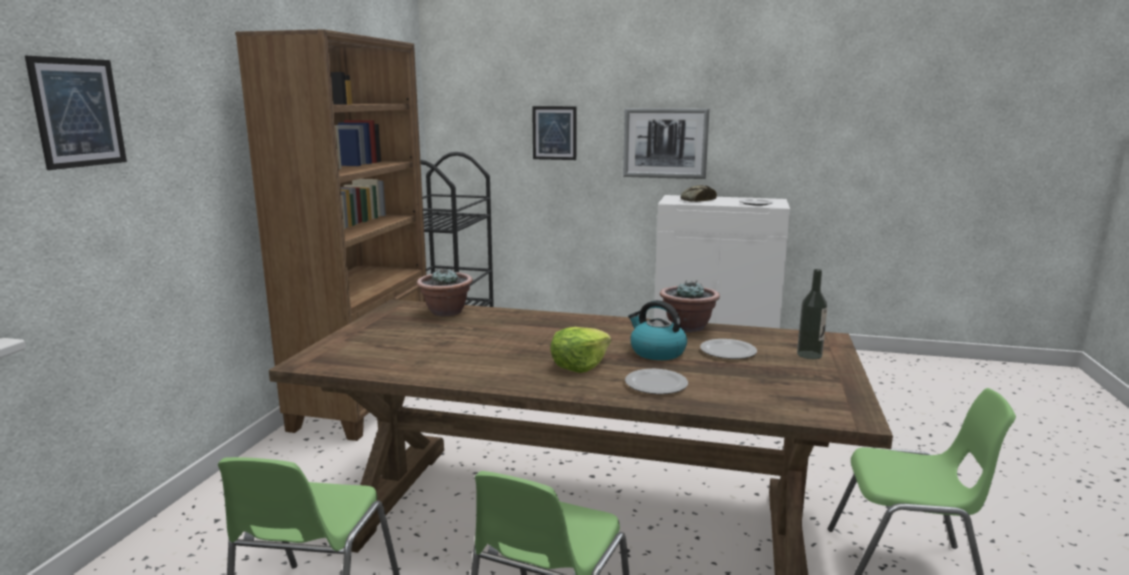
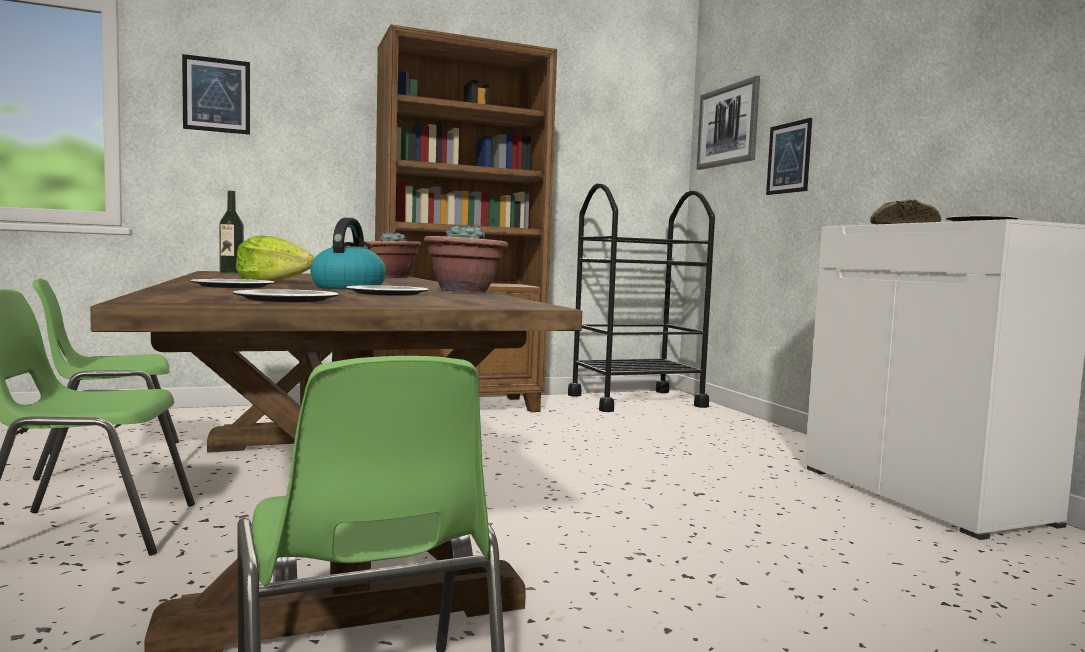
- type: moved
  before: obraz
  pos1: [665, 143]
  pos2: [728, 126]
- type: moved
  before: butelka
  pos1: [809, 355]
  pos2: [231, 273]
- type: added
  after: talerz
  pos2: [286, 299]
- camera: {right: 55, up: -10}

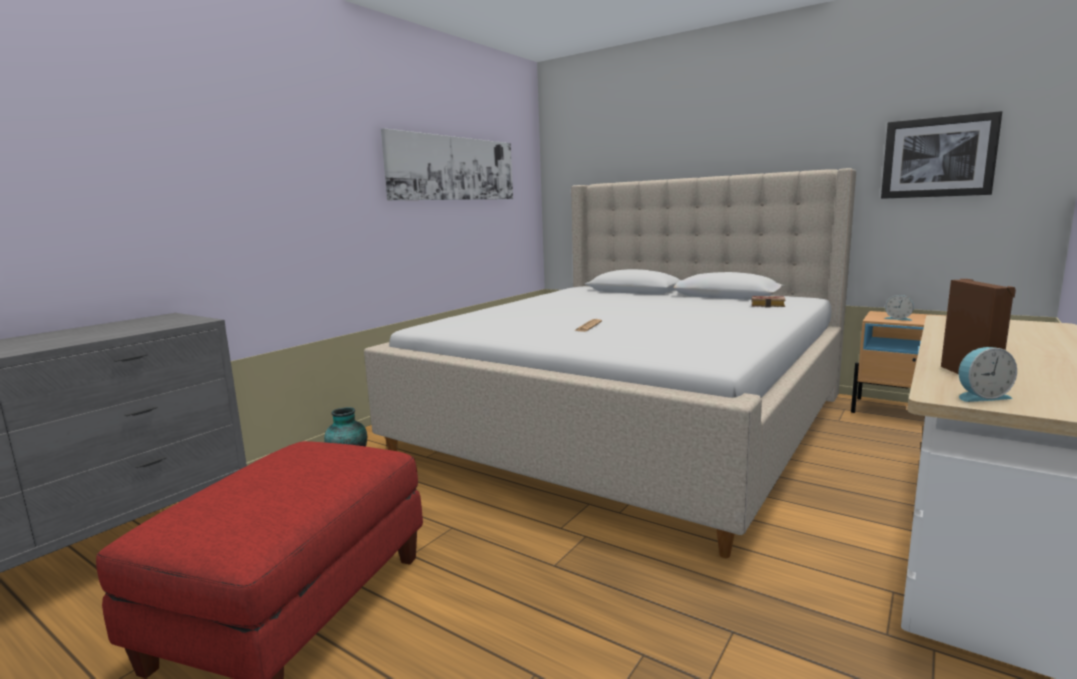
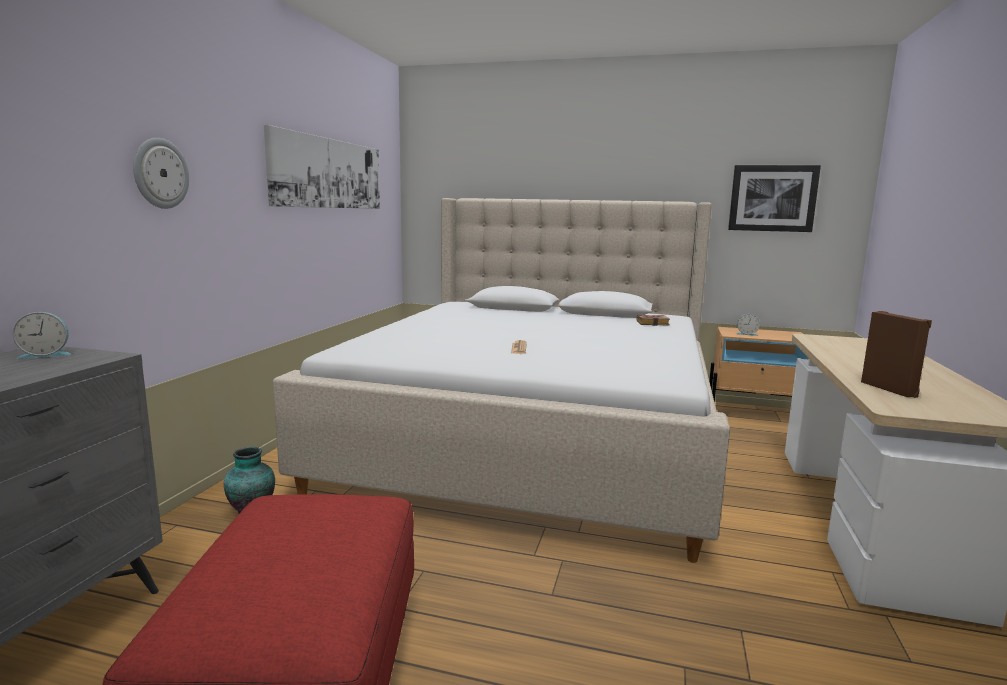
- type: moved
  before: budzik
  pos1: [980, 396]
  pos2: [46, 354]
- type: added
  after: zegar ścienny
  pos2: [160, 173]
- camera: {right: -20, up: 0}

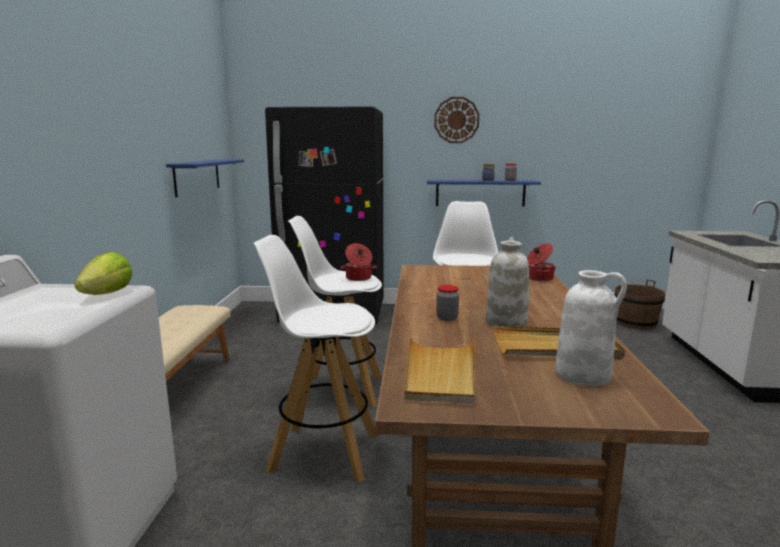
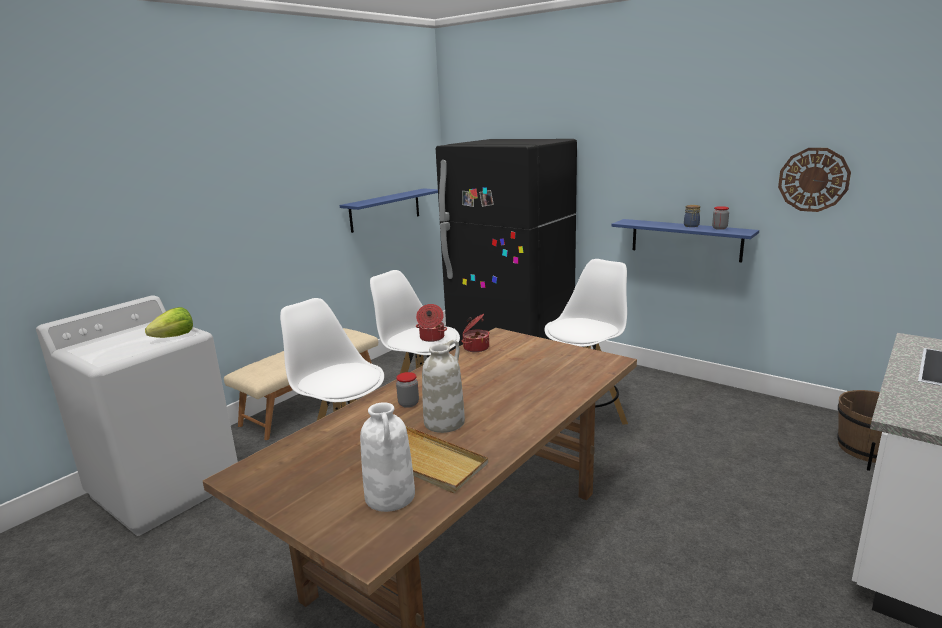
- type: moved
  before: zegar ścienny
  pos1: [456, 120]
  pos2: [813, 179]
- type: moved
  before: garnek
  pos1: [539, 278]
  pos2: [475, 347]
- type: removed
  before: taca [beżowy]
  pos1: [440, 373]
- camera: {right: 35, up: 5}

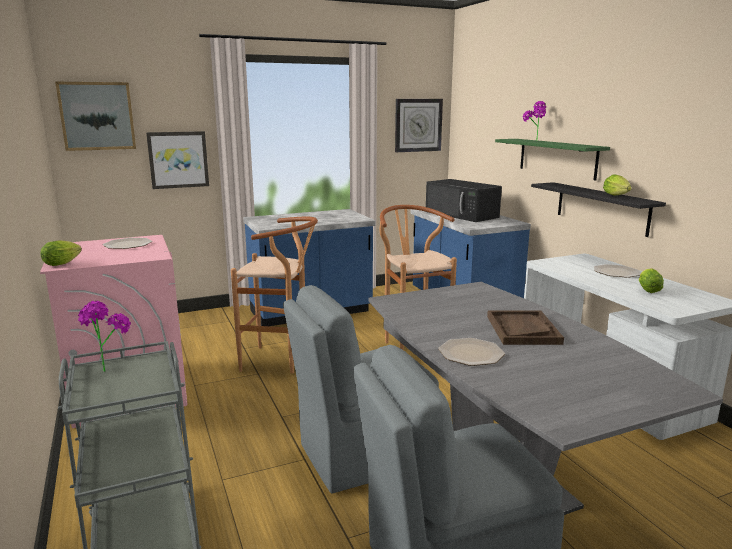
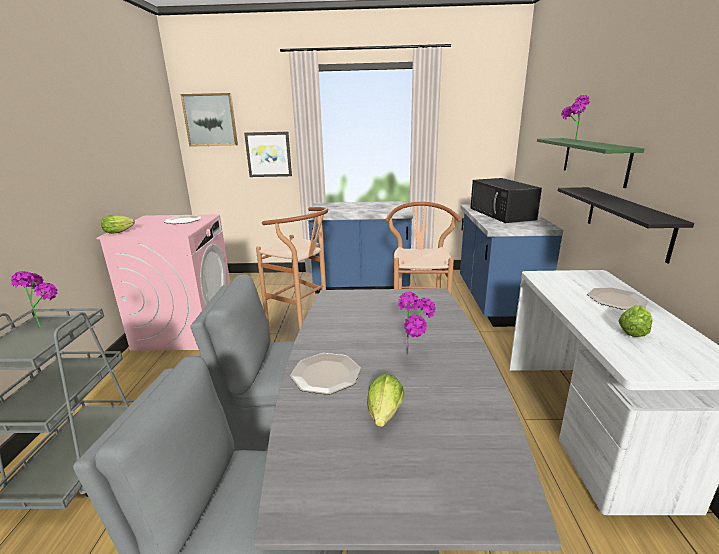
- type: removed
  before: zegar ścienny
  pos1: [418, 125]
- type: moved
  before: sałata
  pos1: [617, 196]
  pos2: [384, 416]
- type: replaced
  before: taca [brązowy]
  after: roślina doniczkowa
  pos1: [522, 329]
  pos2: [415, 356]
- camera: {right: 25, up: 5}

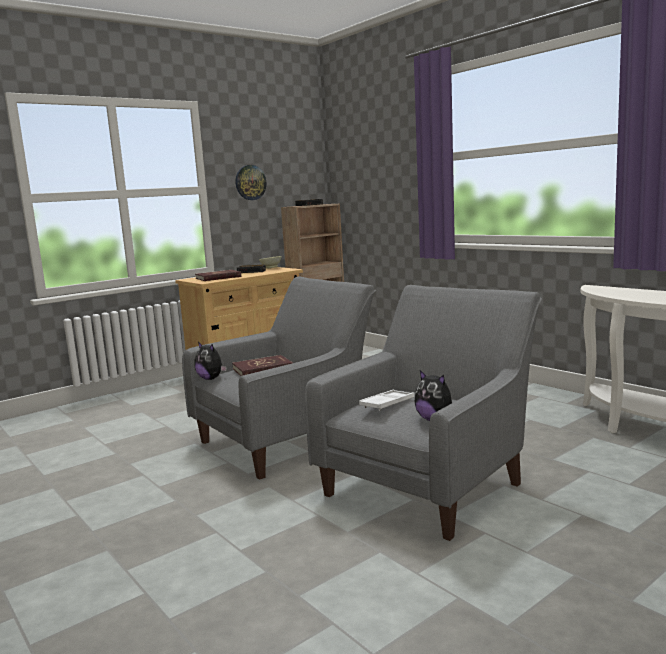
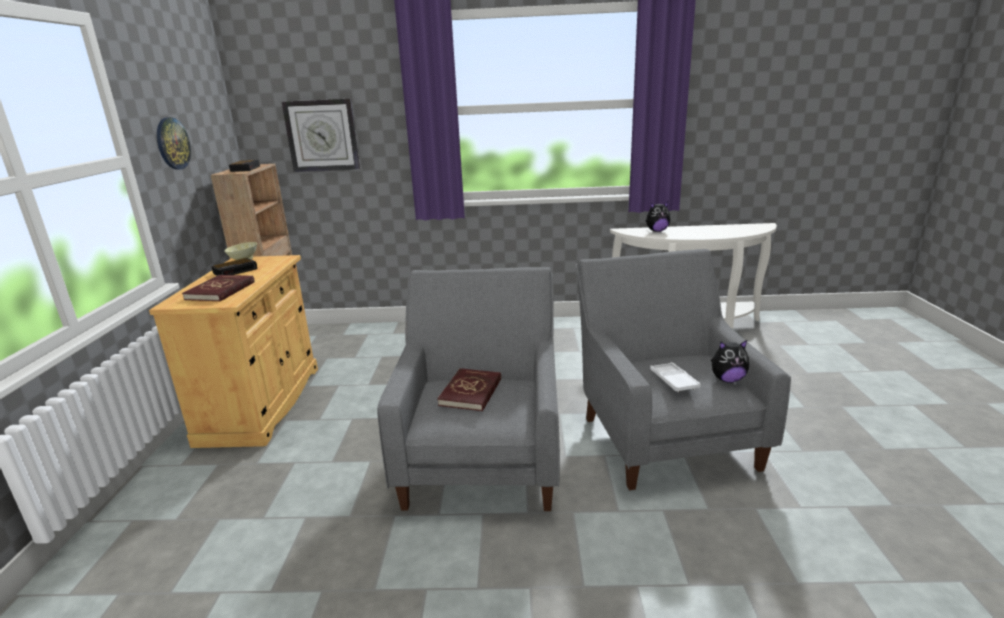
- type: moved
  before: pluszak
  pos1: [211, 378]
  pos2: [656, 231]
- type: added
  after: zegar ścienny
  pos2: [322, 135]
- camera: {right: -50, up: 10}

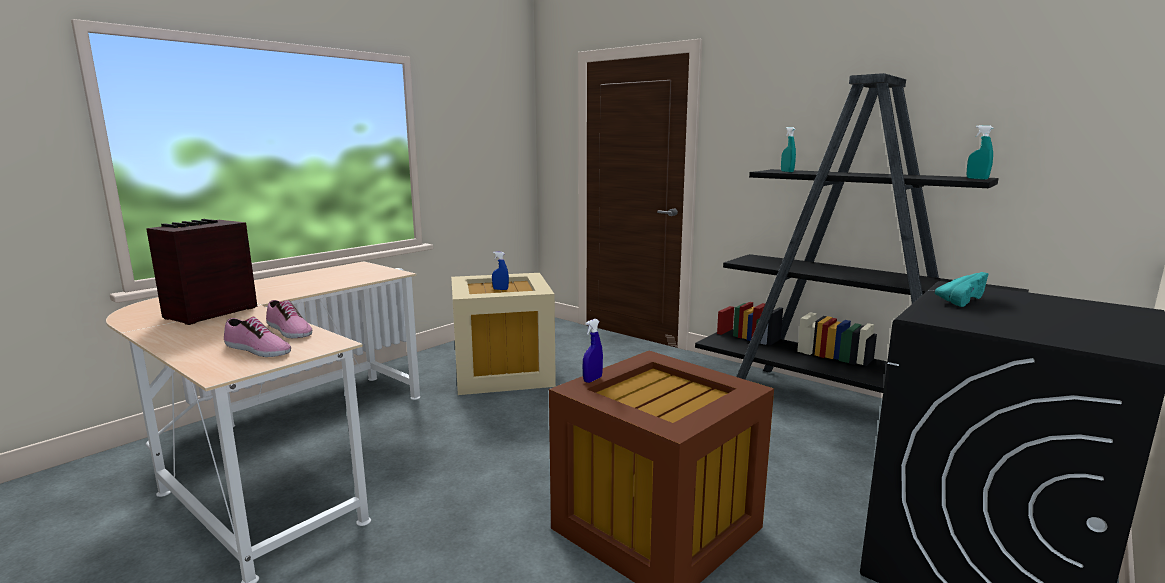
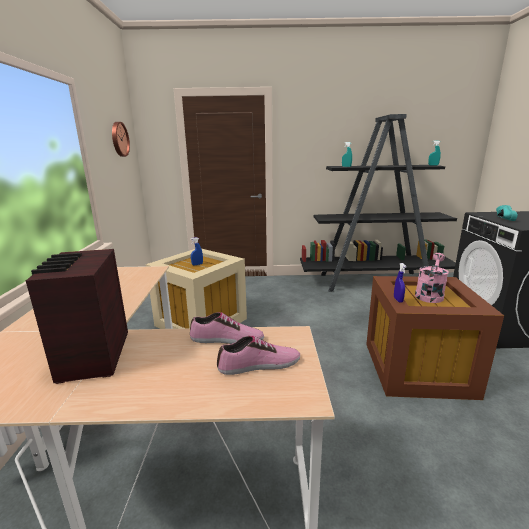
- type: added
  after: zegar ścienny
  pos2: [119, 139]
- type: added
  after: konewka [różowy]
  pos2: [429, 294]
- camera: {right: -40, up: 5}

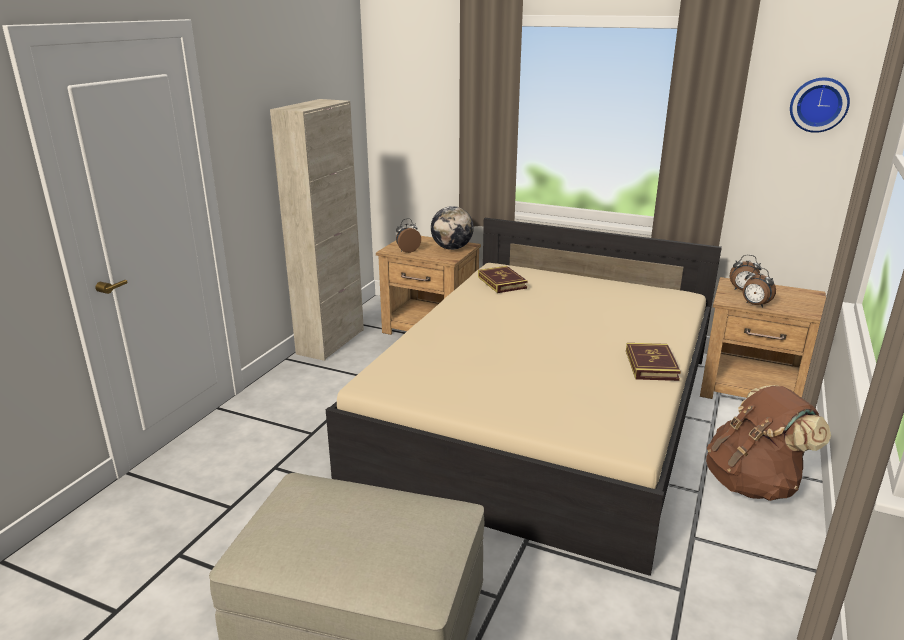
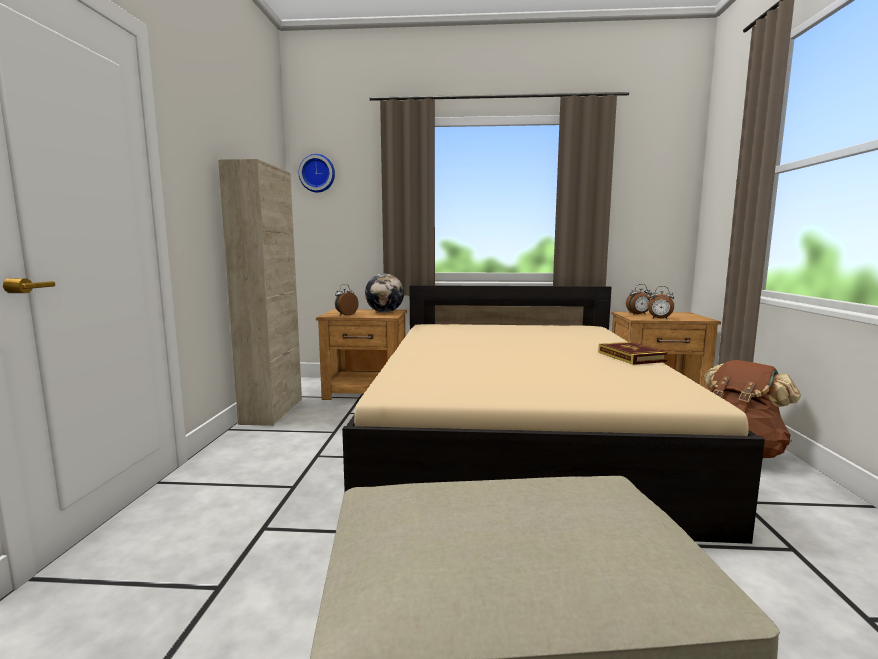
- type: moved
  before: zegar ścienny
  pos1: [819, 104]
  pos2: [317, 173]
- type: removed
  before: książka
  pos1: [502, 282]
- camera: {right: -20, up: -15}

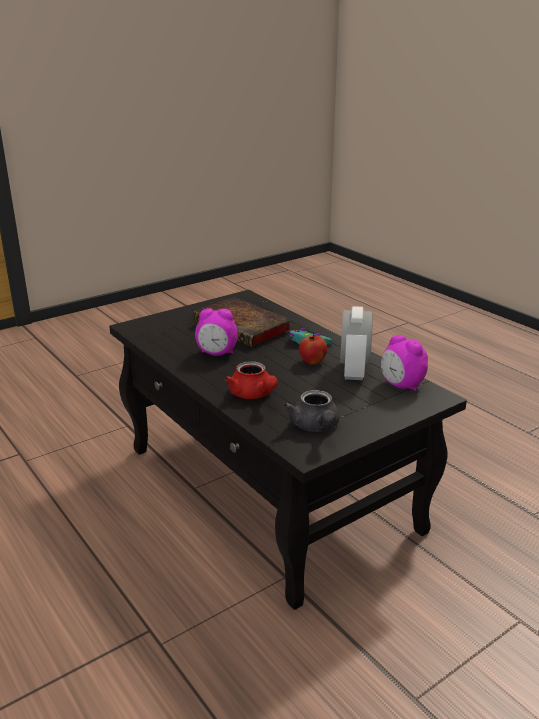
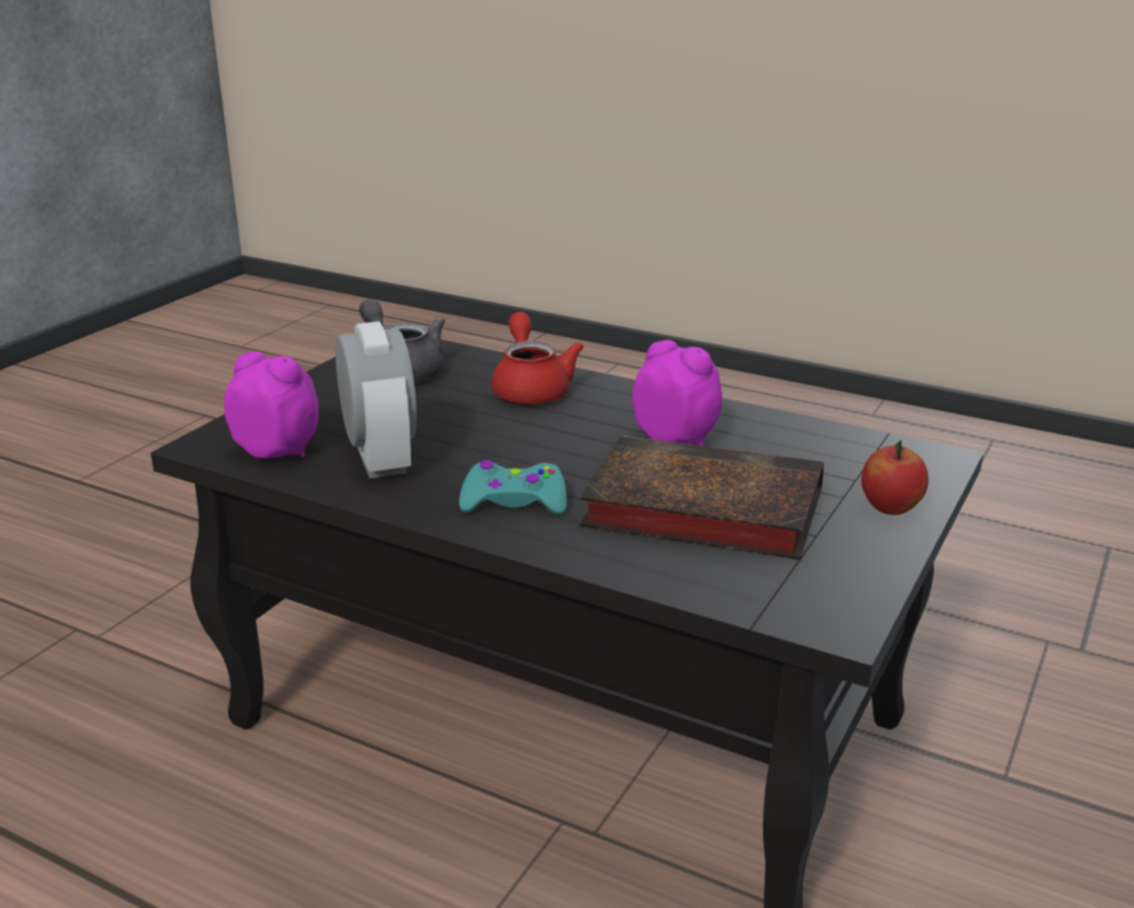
- type: turned
  before: budzik
  pos1: [217, 353]
  pos2: [676, 439]
  turn: 60
- type: moved
  before: jabłko
  pos1: [312, 361]
  pos2: [890, 508]
- type: turned
  before: imbryk [czerwony]
  pos1: [253, 395]
  pos2: [531, 388]
  turn: 45
- camera: {right: 155, up: 0}

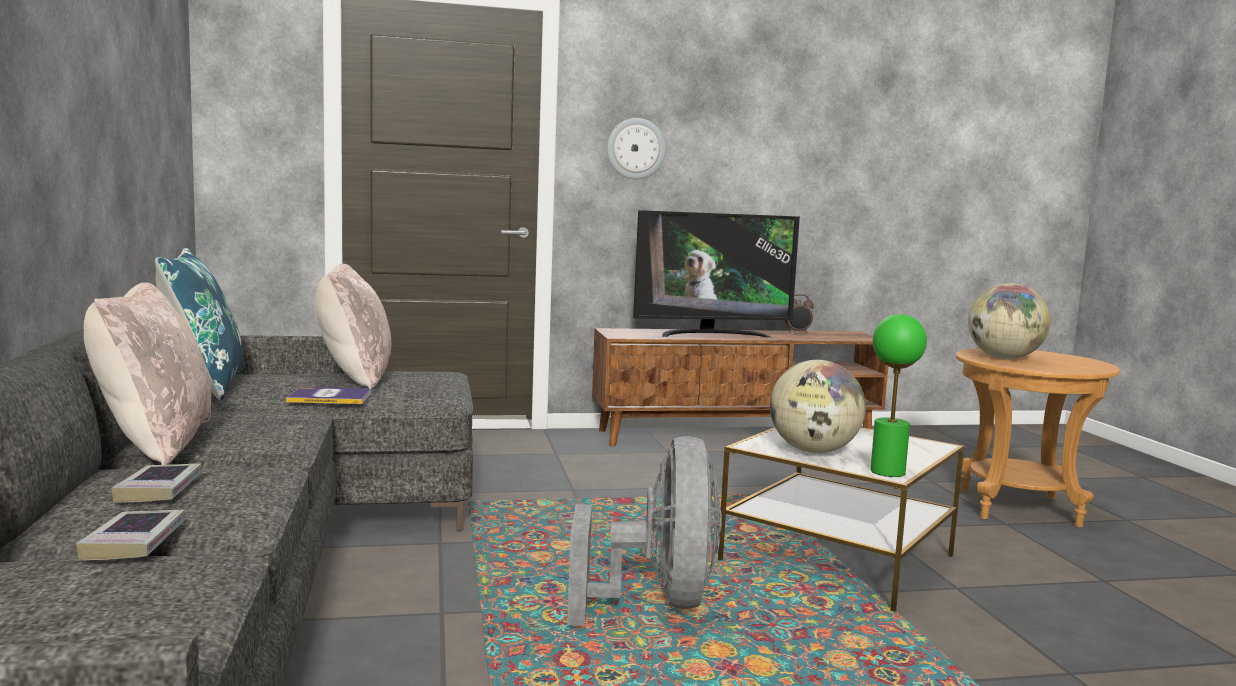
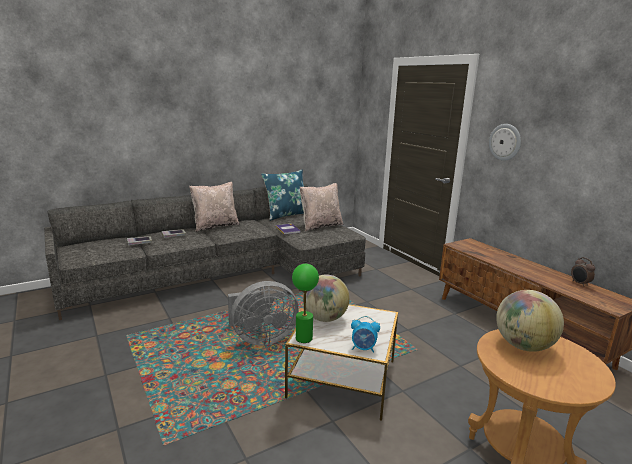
- type: removed
  before: telewizor
  pos1: [711, 334]
- type: added
  after: budzik
  pos2: [363, 348]
- camera: {right: 70, up: 10}

